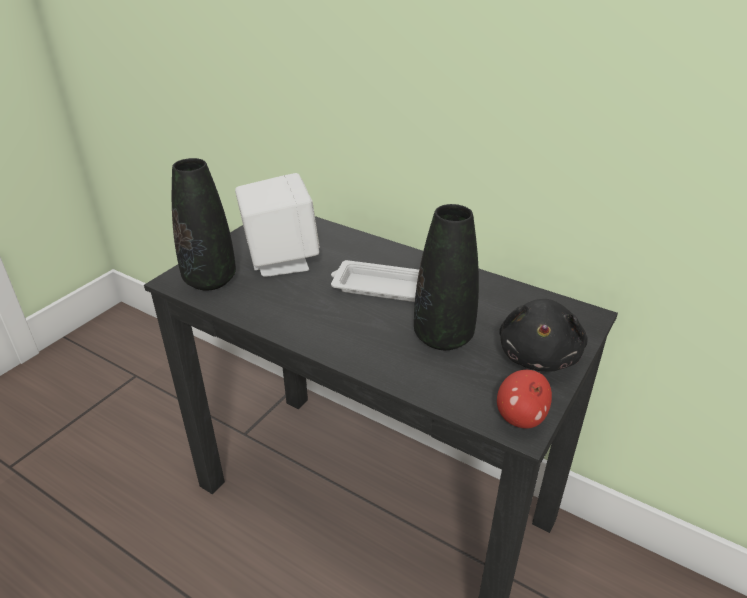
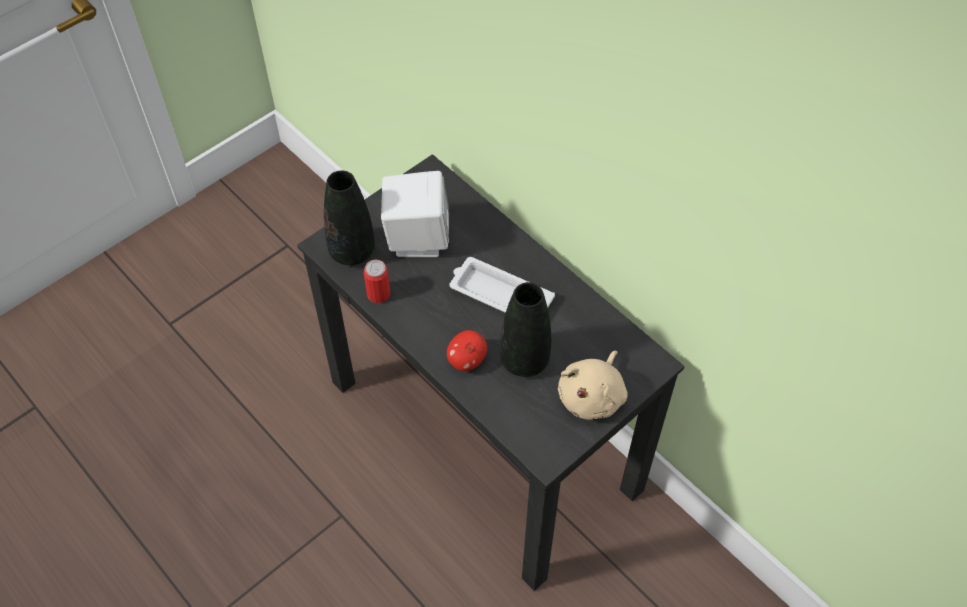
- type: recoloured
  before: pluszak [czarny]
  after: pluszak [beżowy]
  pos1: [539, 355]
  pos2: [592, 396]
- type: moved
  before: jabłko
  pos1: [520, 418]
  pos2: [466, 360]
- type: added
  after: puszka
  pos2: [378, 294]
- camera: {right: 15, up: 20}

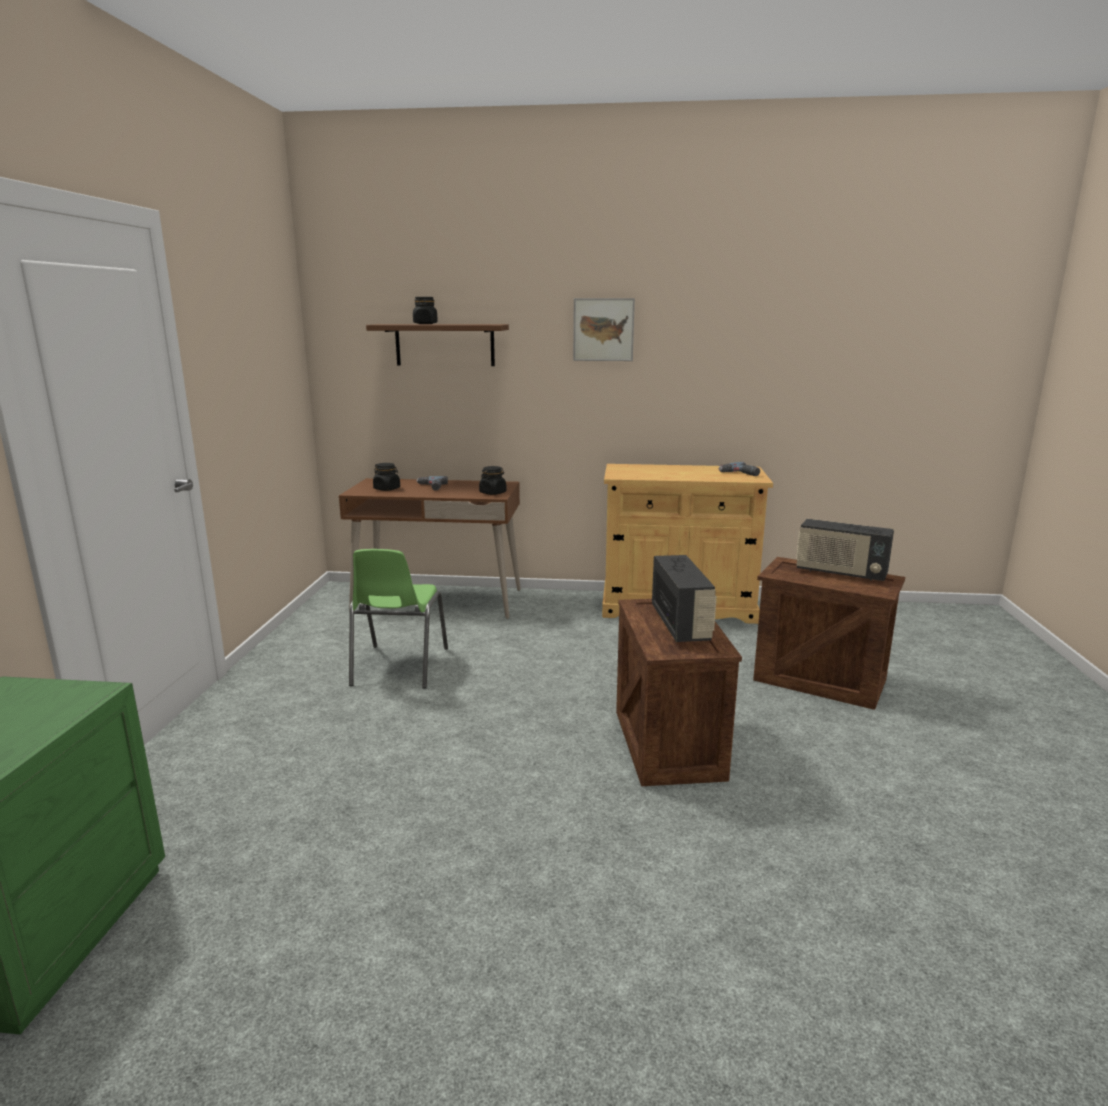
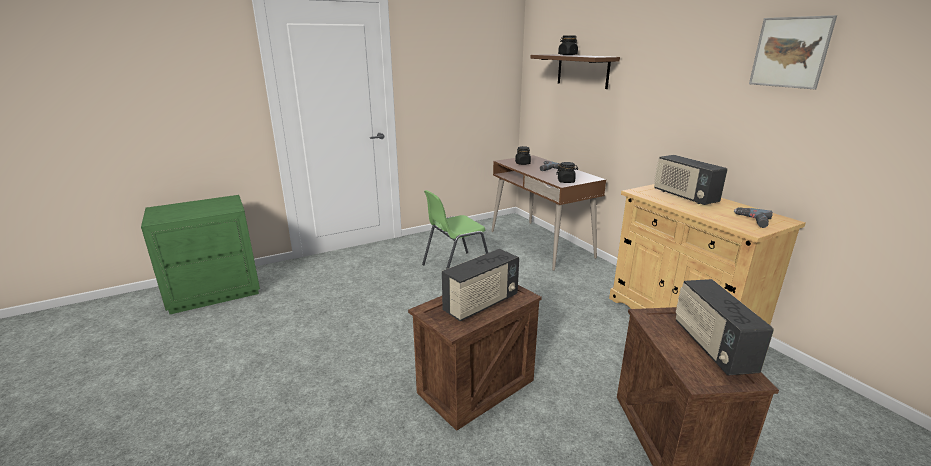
- type: moved
  before: obraz
  pos1: [603, 329]
  pos2: [790, 52]
- type: added
  after: radio
  pos2: [684, 196]
- camera: {right: 55, up: 5}

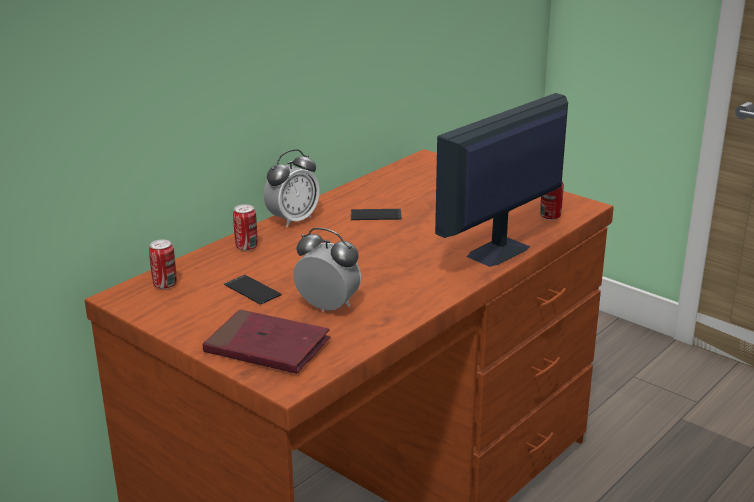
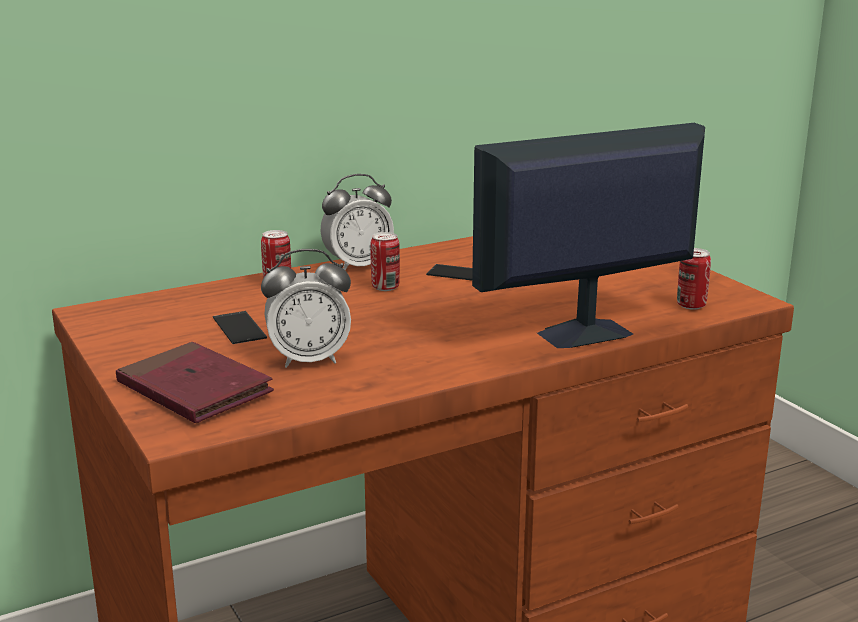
- type: turned
  before: budzik
  pos1: [328, 307]
  pos2: [309, 359]
  turn: 120
- type: moved
  before: puszka
  pos1: [165, 285]
  pos2: [385, 287]
- camera: {right: 20, up: -5}

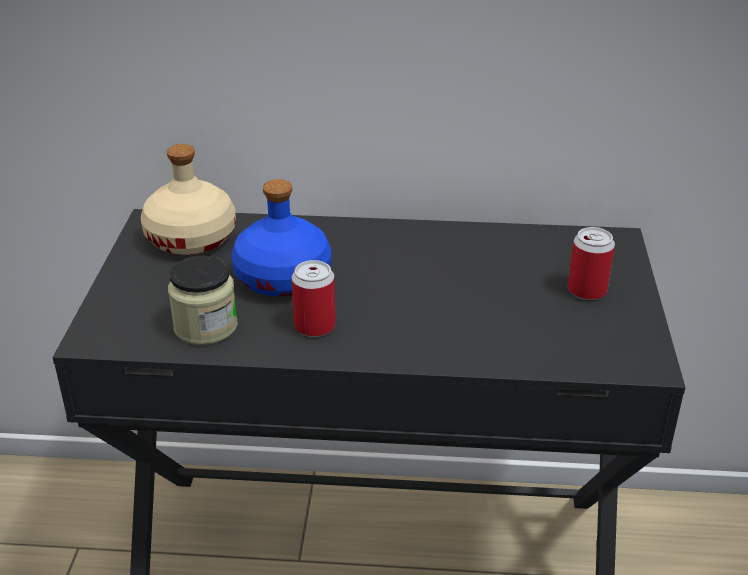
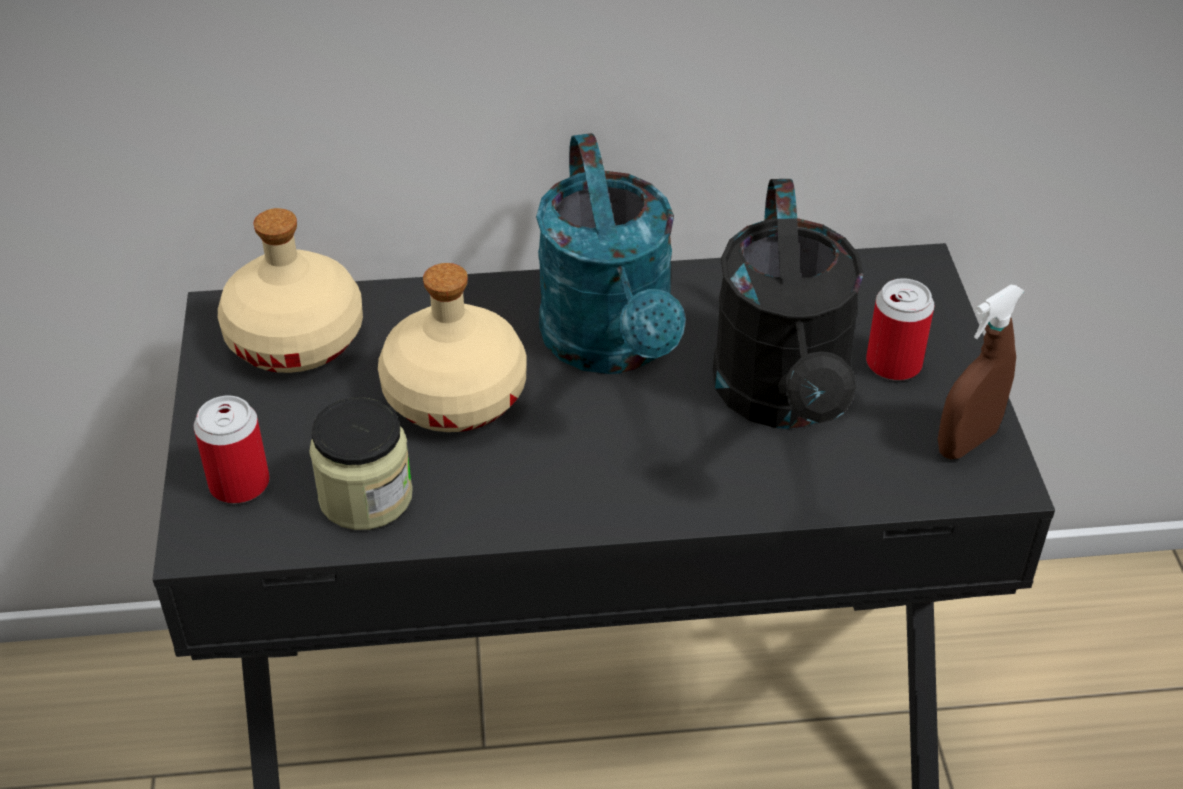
- type: recoloured
  before: butelka [niebieski]
  after: butelka [beżowy]
  pos1: [284, 278]
  pos2: [456, 395]
- type: moved
  before: puszka
  pos1: [315, 326]
  pos2: [239, 483]
- type: added
  after: konewka [turkusowy]
  pos2: [613, 346]
- type: added
  after: konewka [czarny]
  pos2: [785, 399]
- type: added
  after: spryskiwacz [brązowy]
  pos2: [967, 442]
- camera: {right: -10, up: 10}

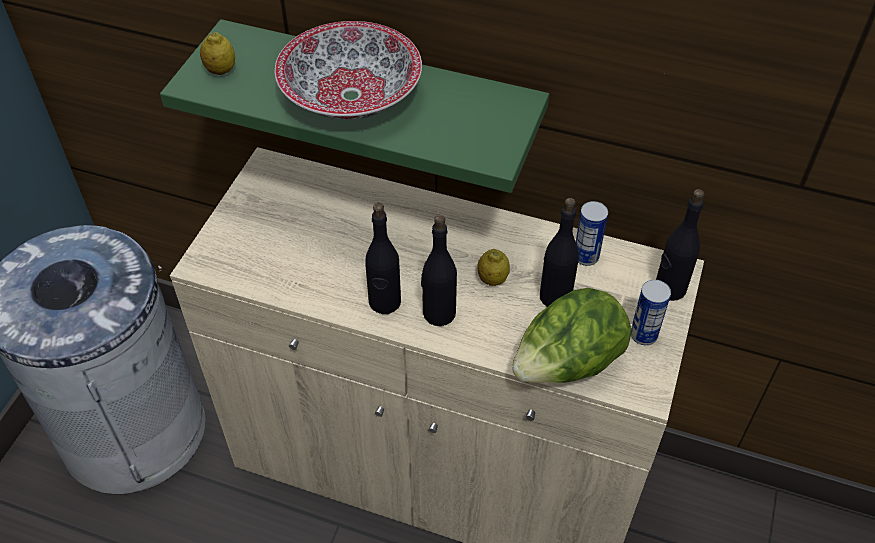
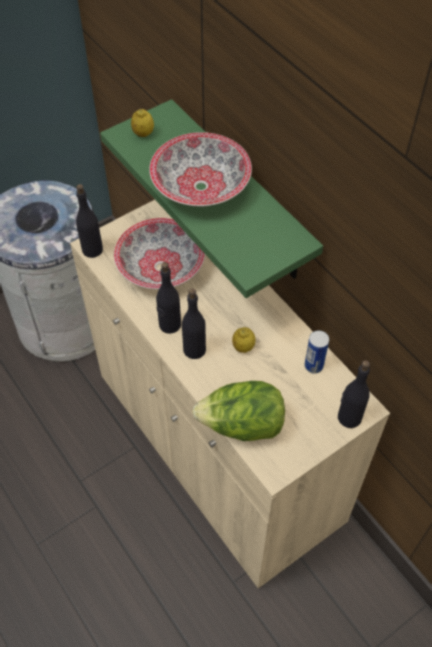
- type: moved
  before: butelka [czarny]
  pos1: [555, 296]
  pos2: [92, 249]
- type: removed
  before: puszka
  pos1: [643, 335]
- type: added
  after: miska
  pos2: [160, 267]
- camera: {right: 35, up: 5}

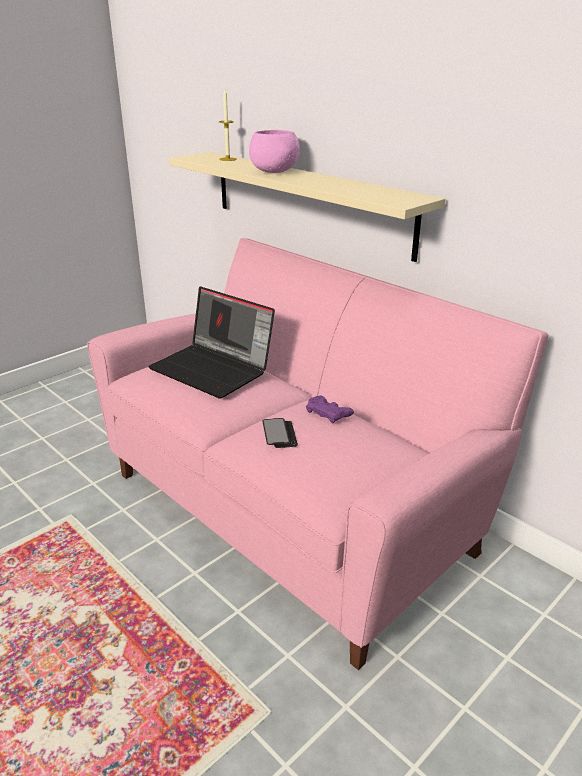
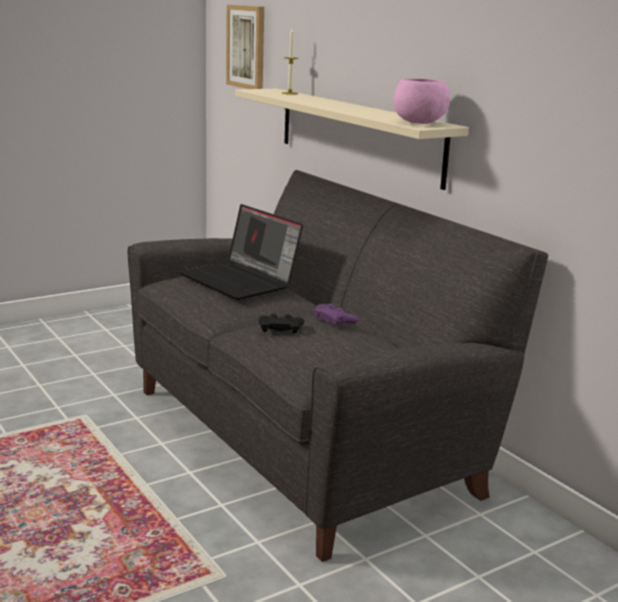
- type: moved
  before: miska [różowy]
  pos1: [275, 172]
  pos2: [420, 123]
- type: recoloured
  before: kanapa [różowy]
  after: kanapa [szary]
  pos1: [292, 509]
  pos2: [304, 438]
- type: replaced
  before: telefon
  after: pad do gier [czarny]
  pos1: [279, 434]
  pos2: [280, 328]
- type: added
  after: obraz
  pos2: [247, 47]
- camera: {right: 10, up: -10}

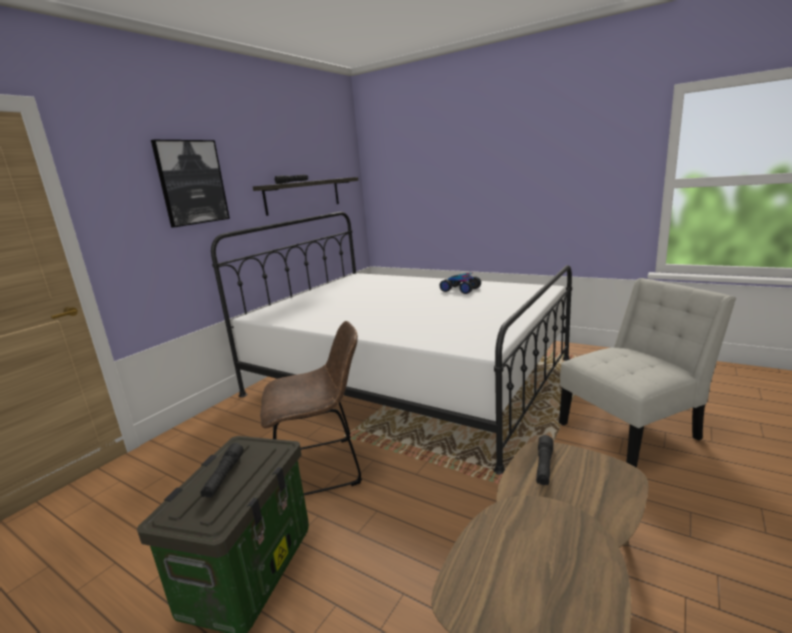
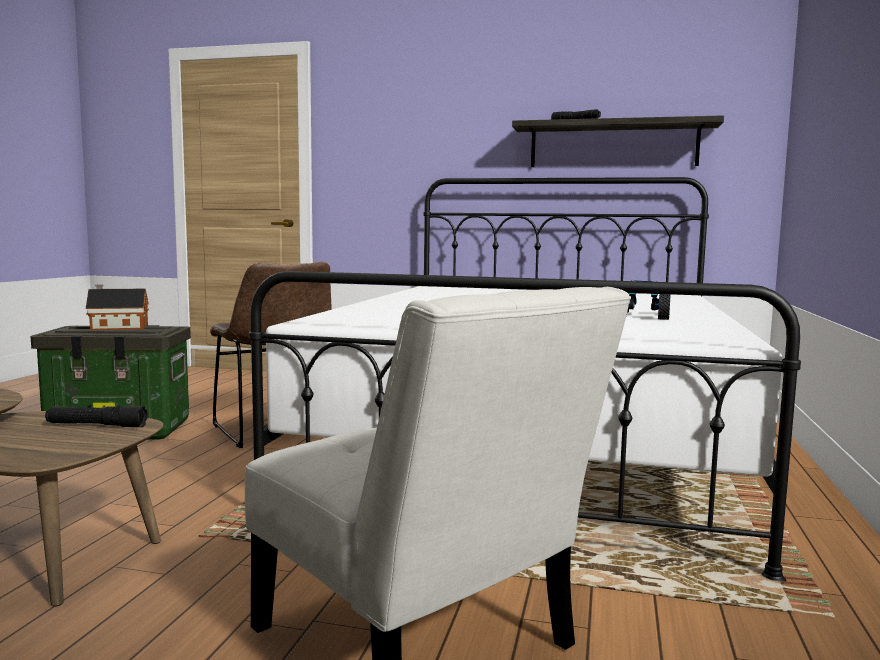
- type: removed
  before: obraz
  pos1: [191, 182]
- type: replaced
  before: latarka [czarny]
  after: domek
  pos1: [224, 476]
  pos2: [117, 327]
- camera: {right: 70, up: -10}

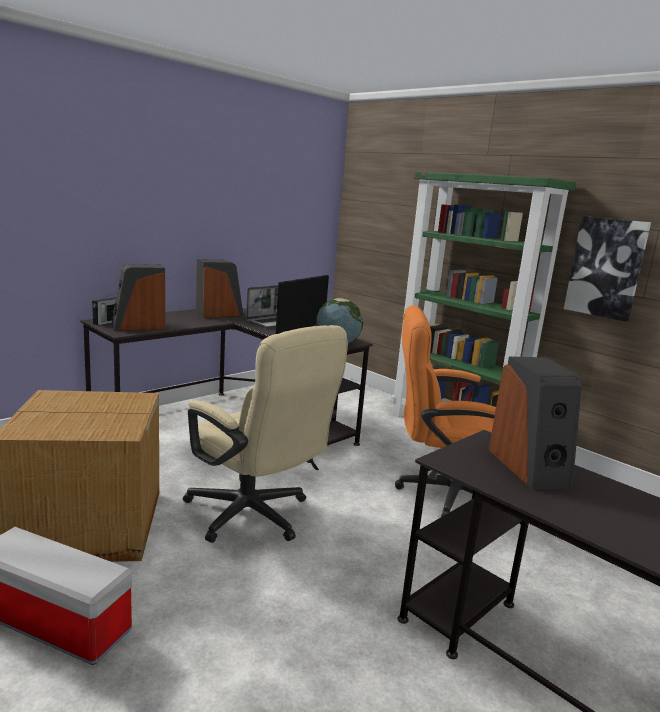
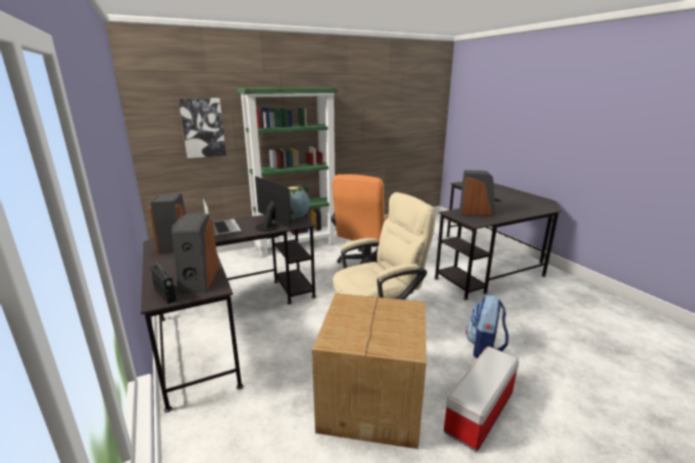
- type: moved
  before: obraz
  pos1: [606, 267]
  pos2: [203, 128]
- type: added
  after: plecak
  pos2: [484, 349]
- camera: {right: -70, up: 5}

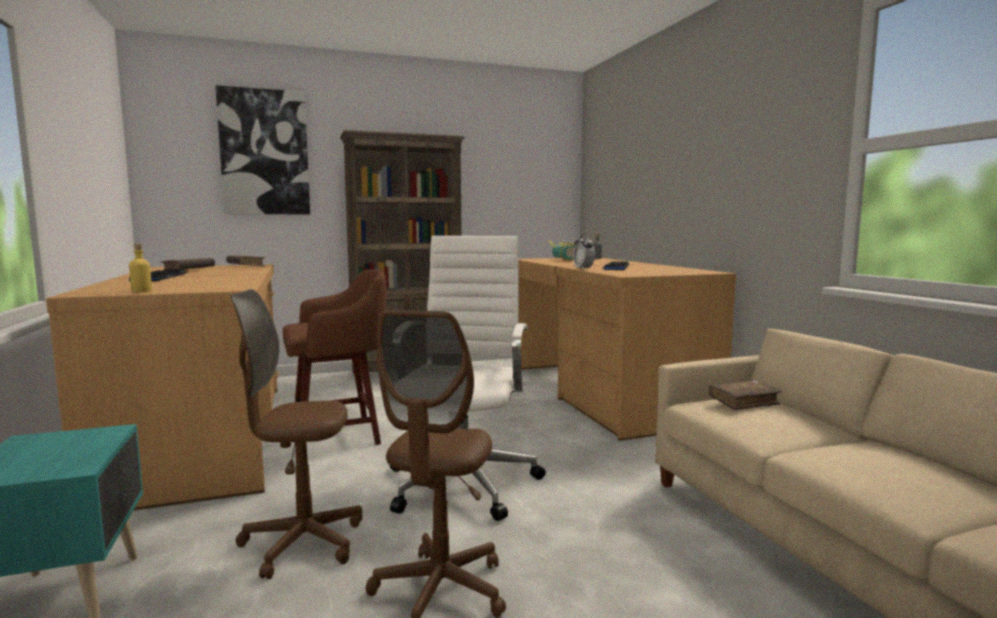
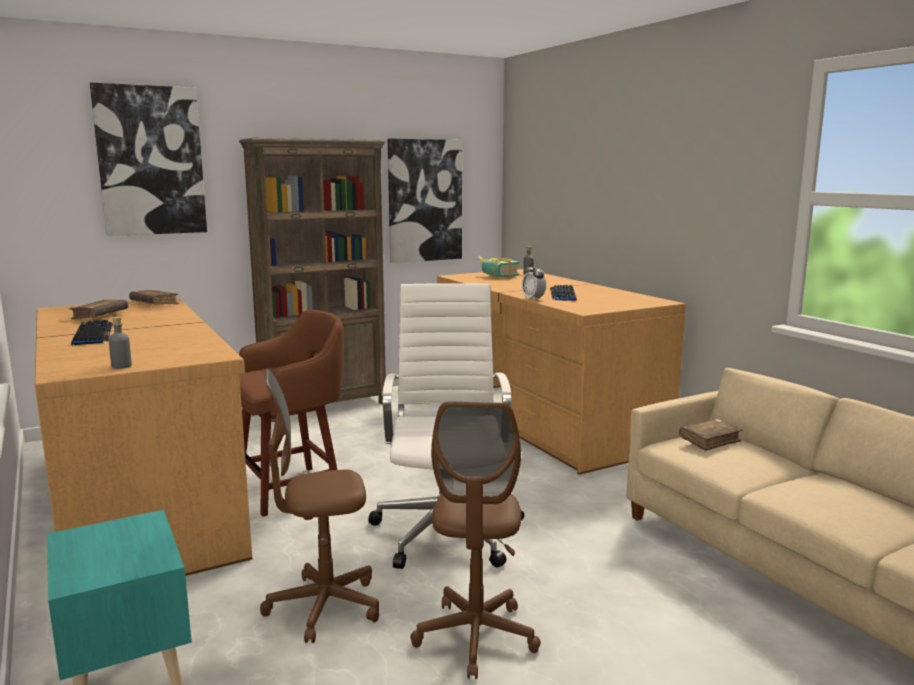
- type: recoloured
  before: butelka [żółty]
  after: butelka [szary]
  pos1: [141, 291]
  pos2: [121, 366]
- type: added
  after: obraz
  pos2: [425, 200]
- camera: {right: -10, up: 5}

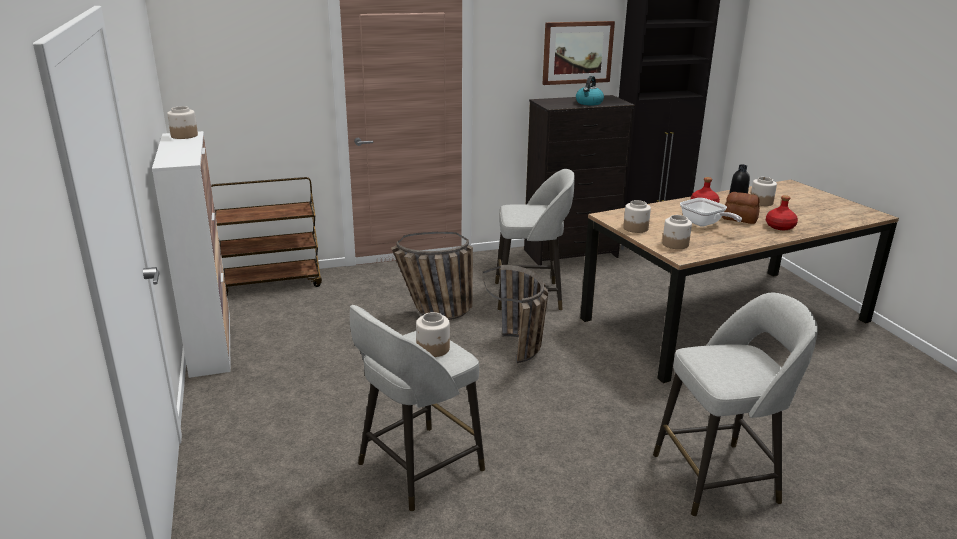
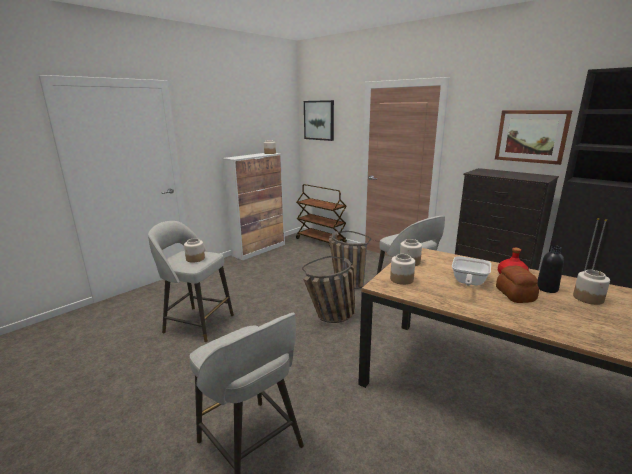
- type: removed
  before: czajnik
  pos1: [589, 103]
- type: removed
  before: butelka [czerwony]
  pos1: [779, 226]
- type: added
  after: obraz
  pos2: [319, 120]
- camera: {right: 60, up: -5}

